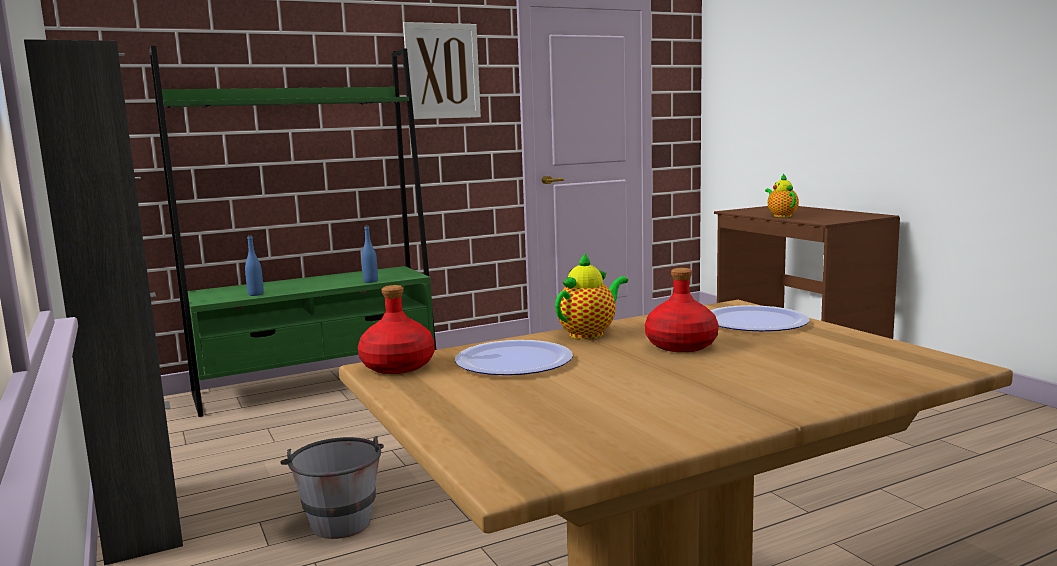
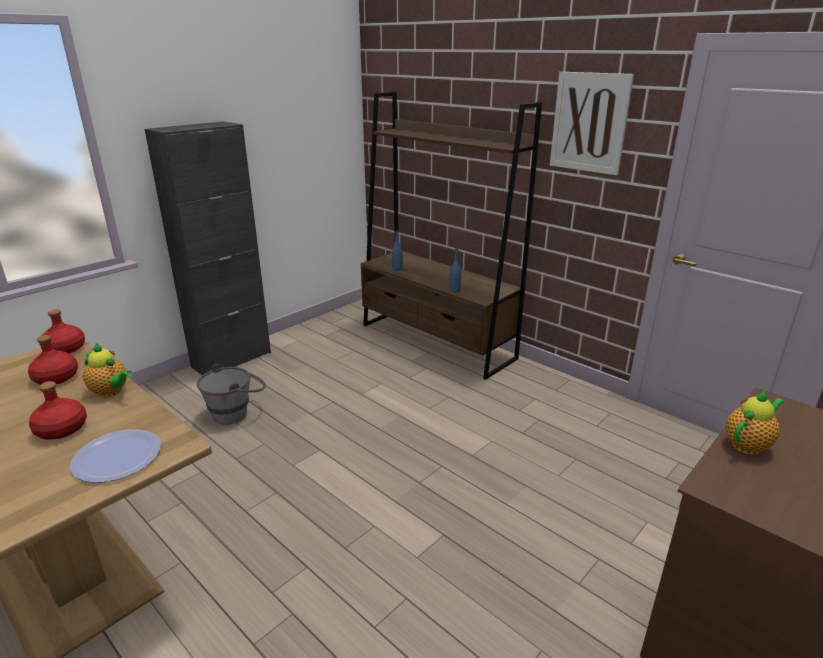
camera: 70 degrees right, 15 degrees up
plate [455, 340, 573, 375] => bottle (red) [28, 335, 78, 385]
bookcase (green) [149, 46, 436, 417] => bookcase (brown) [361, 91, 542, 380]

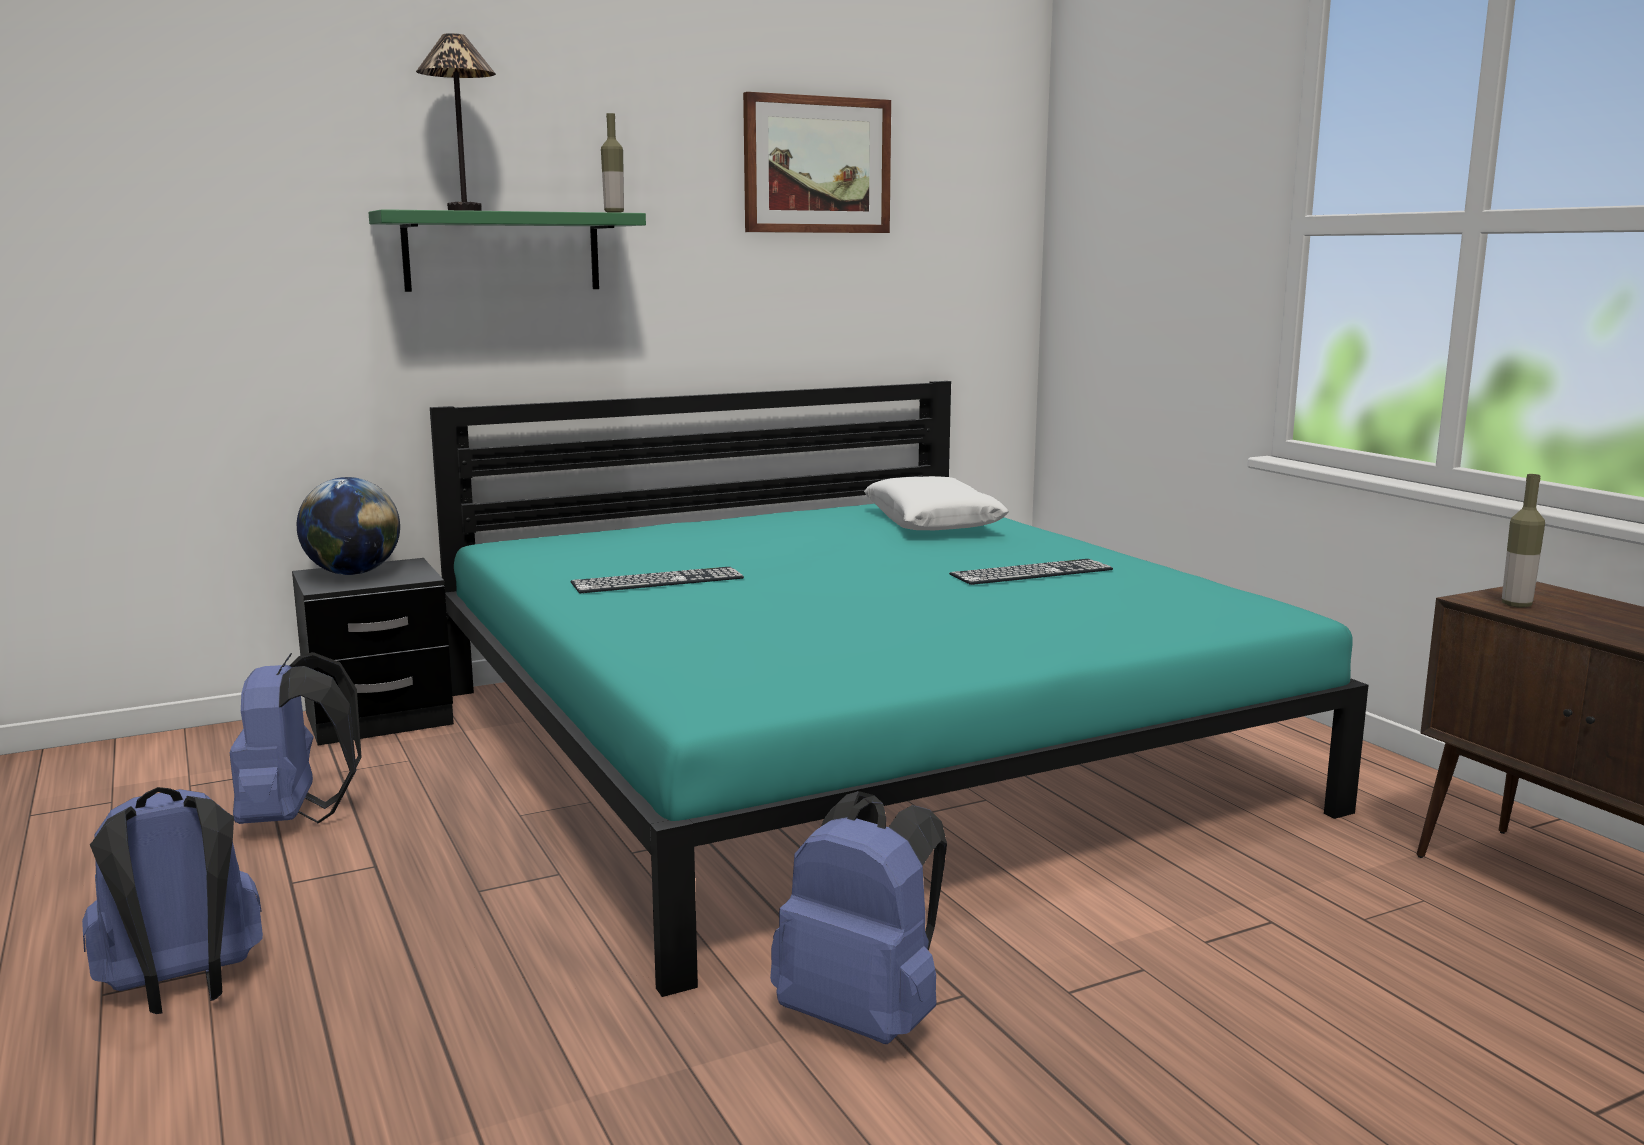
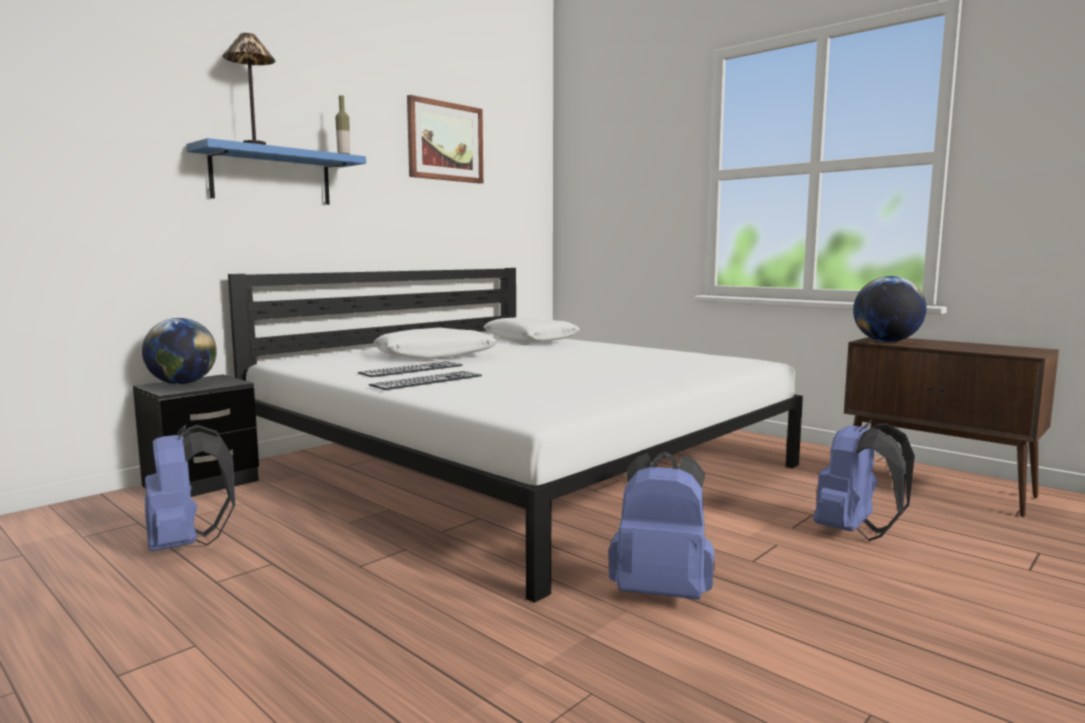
camera: 20 degrees left, 5 degrees down
shelf (green) [368, 209, 646, 292] => shelf (blue) [186, 138, 366, 205]
bed (turquoise) [430, 381, 1368, 997] => bed (white) [228, 268, 803, 603]
keyboard [949, 559, 1113, 585] => keyboard [369, 371, 482, 390], relocated
nothing => pillow (white) [374, 328, 497, 360]
backpack (blue) [82, 787, 263, 1014] => backpack (blue) [813, 420, 915, 541], relocated
bottle [1502, 474, 1545, 608] => globe [853, 276, 927, 342]

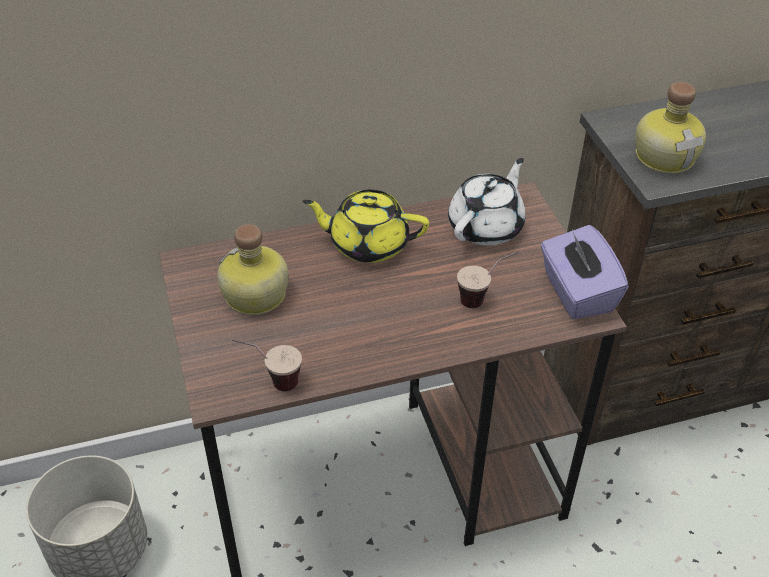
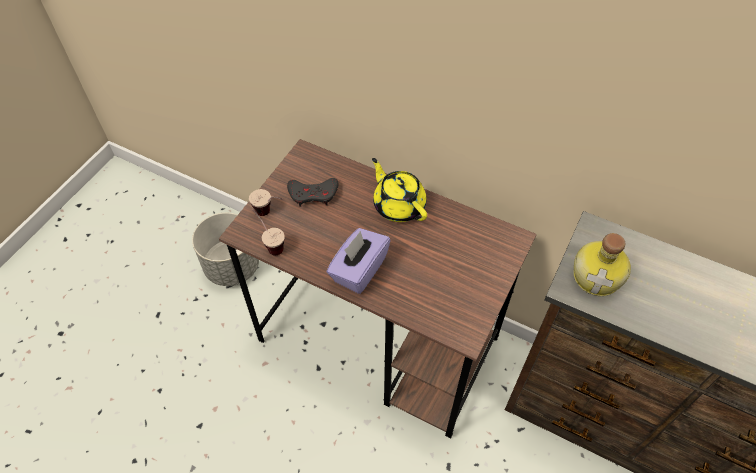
camera: 45 degrees right, 10 degrees up
cup [457, 251, 519, 308] => cup [249, 189, 283, 216], relocated
bottle [217, 224, 289, 315] => game controller (grey) [287, 178, 339, 207]
tissue box (purple) [541, 225, 629, 319] => tissue box (purple) [327, 228, 391, 294], relocated
teapot (white) [448, 158, 525, 245] => nothing

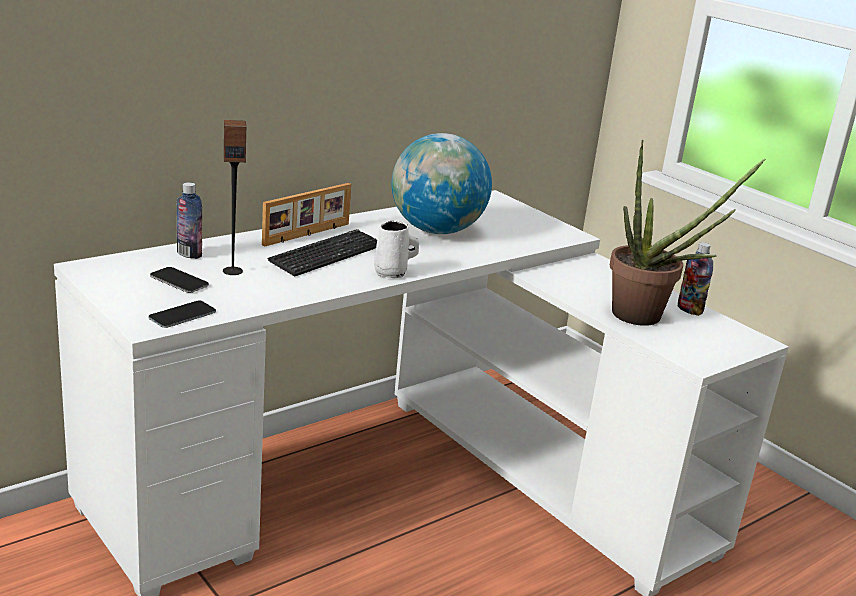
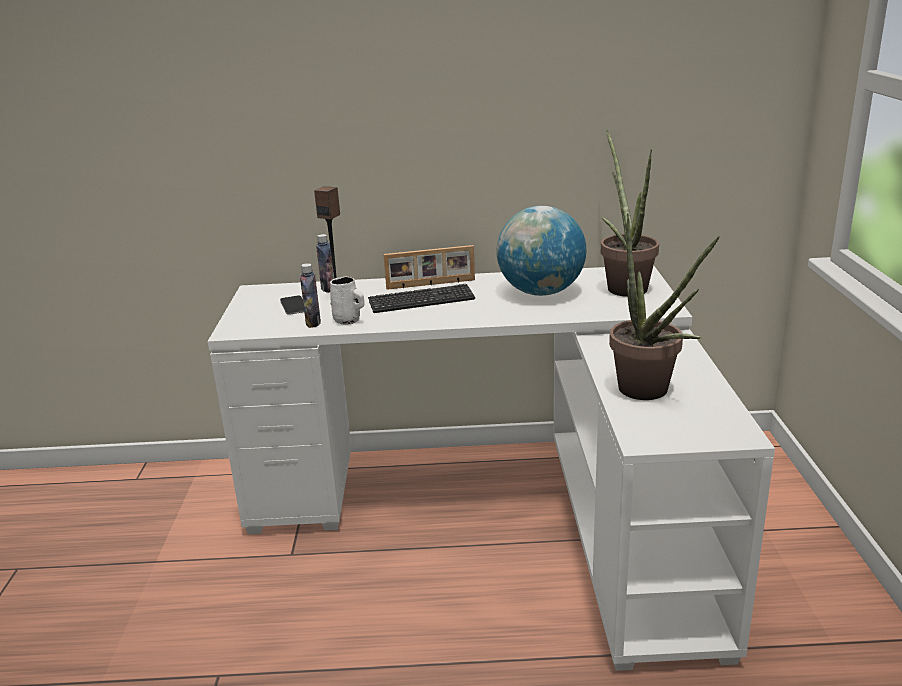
camera: 40 degrees right, 0 degrees up
bottle [678, 242, 713, 316] => bottle [300, 263, 321, 328], relocated
mug (white) [374, 221, 419, 278] => mug (white) [330, 276, 365, 325], relocated
nothing => potted plant [601, 130, 659, 297]
phone [149, 301, 216, 328] => nothing

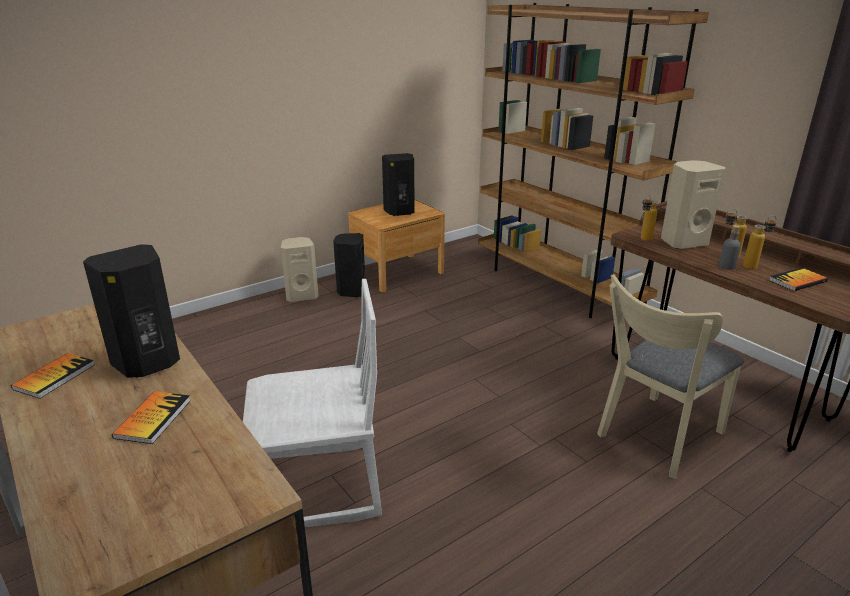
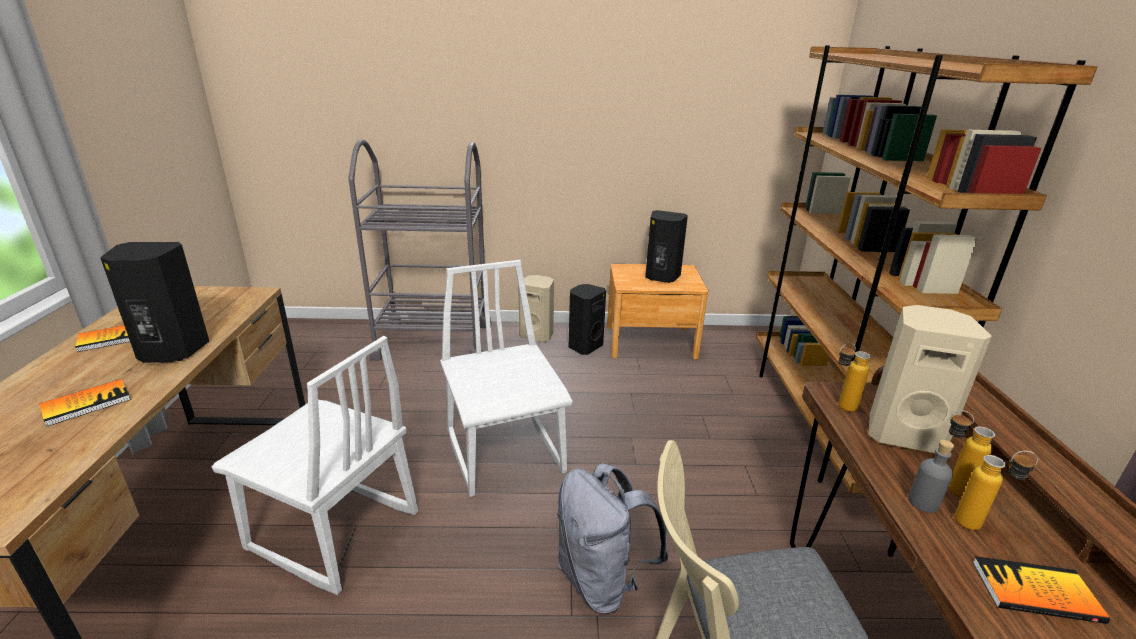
camera: 35 degrees right, 0 degrees up
nothing => cart (grey) [348, 140, 491, 361]
nothing => chair (white) [440, 260, 573, 497]
nothing => backpack (grey) [557, 463, 669, 614]

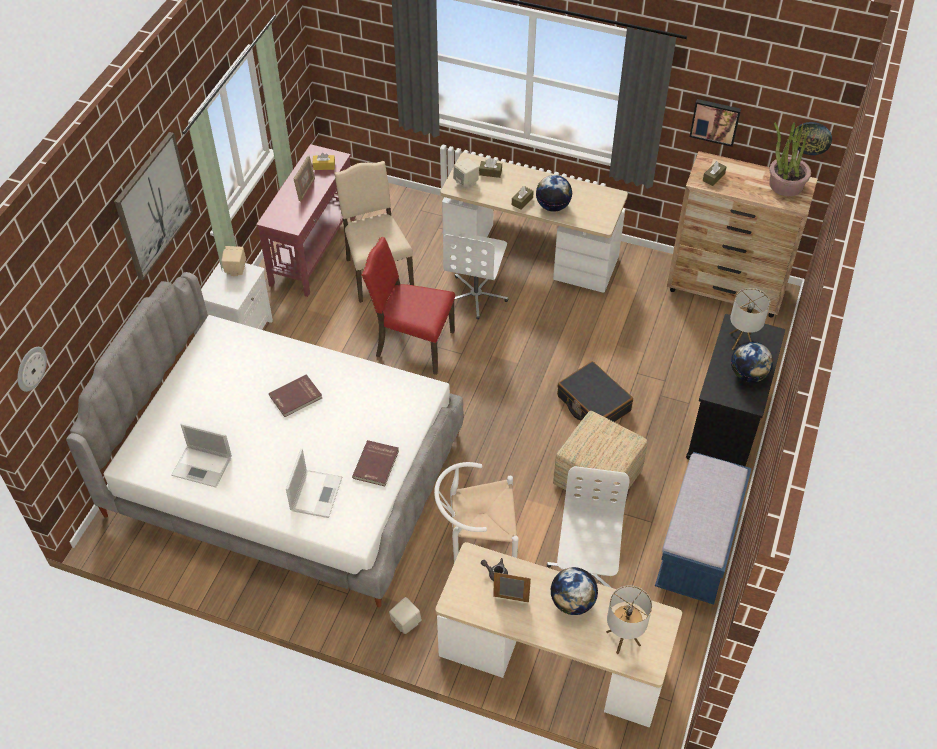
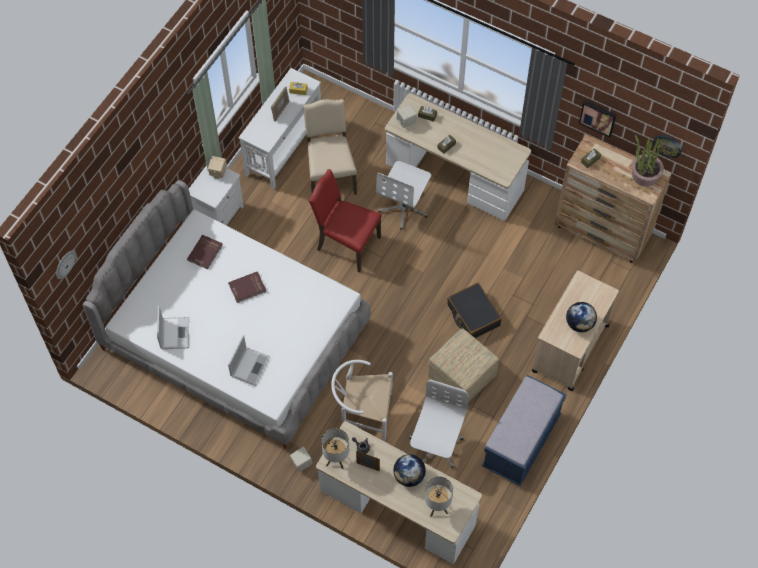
camera: 10 degrees right, 10 degrees up
laptop [171, 423, 232, 487] => laptop [157, 306, 189, 349], 120 degrees counterclockwise
book (red) [352, 440, 399, 486] => book (red) [187, 235, 223, 269], relocated
console table (red) [256, 144, 356, 297] => console table (white) [238, 68, 321, 190]
table lamp [729, 288, 770, 350] => table lamp [321, 428, 349, 469], relocated
cart (black) [686, 314, 785, 466] => cart (beige) [532, 270, 619, 391]
picture [114, 132, 193, 280] => nothing
globe [536, 175, 572, 212] => nothing

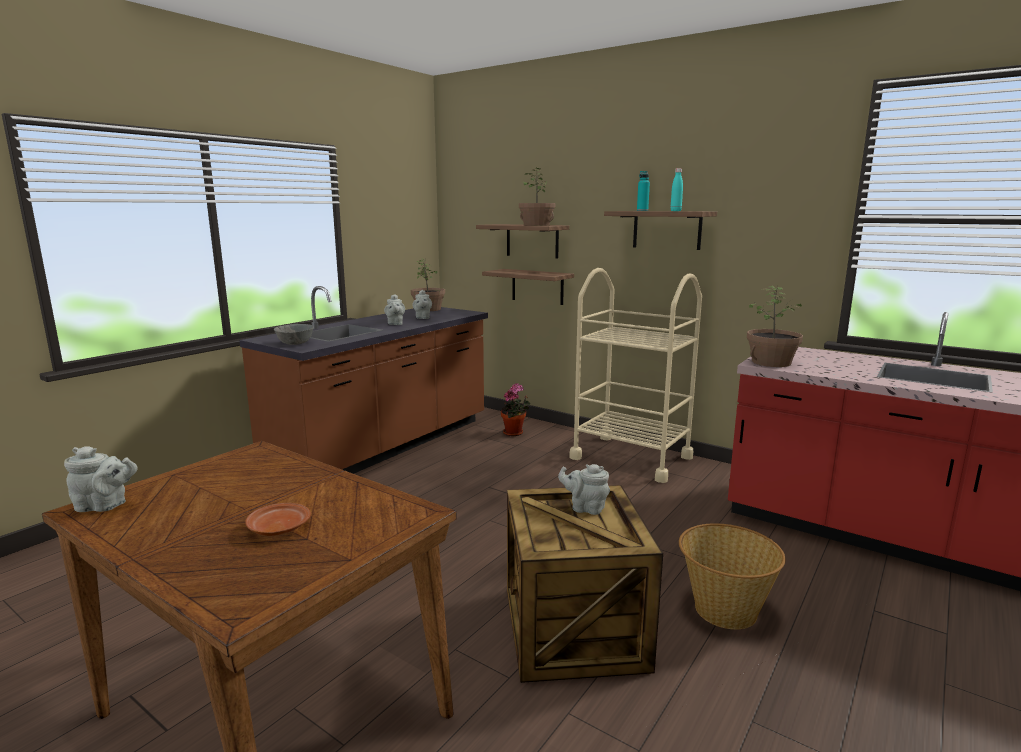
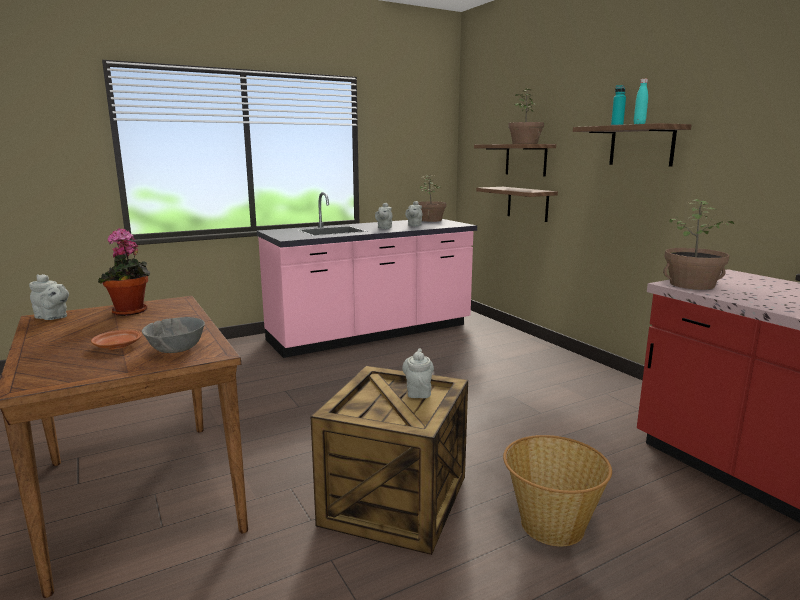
camera: 25 degrees right, 0 degrees up
potted plant [501, 383, 530, 436] => potted plant [98, 228, 151, 316], relocated
bowl (grey) [274, 324, 314, 345] => bowl (grey) [142, 317, 205, 353], relocated
counter (brown) [239, 286, 488, 474] => counter (pink) [257, 192, 477, 358]
teapot (grey) [558, 464, 610, 515] => teapot (grey) [402, 348, 434, 398], 45 degrees clockwise
cart (beige) [569, 268, 702, 483] => nothing

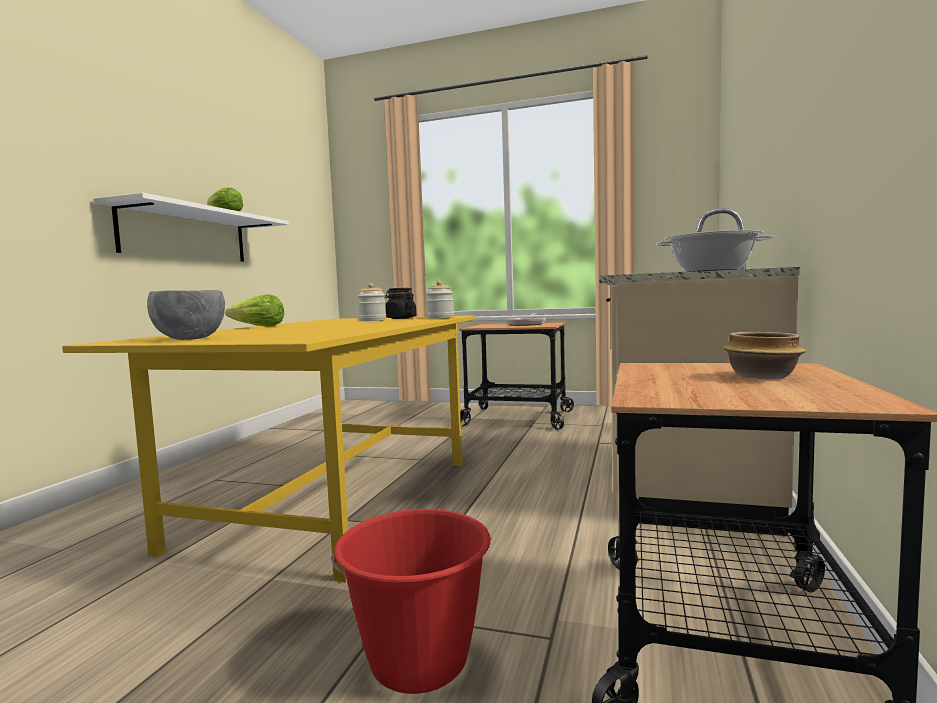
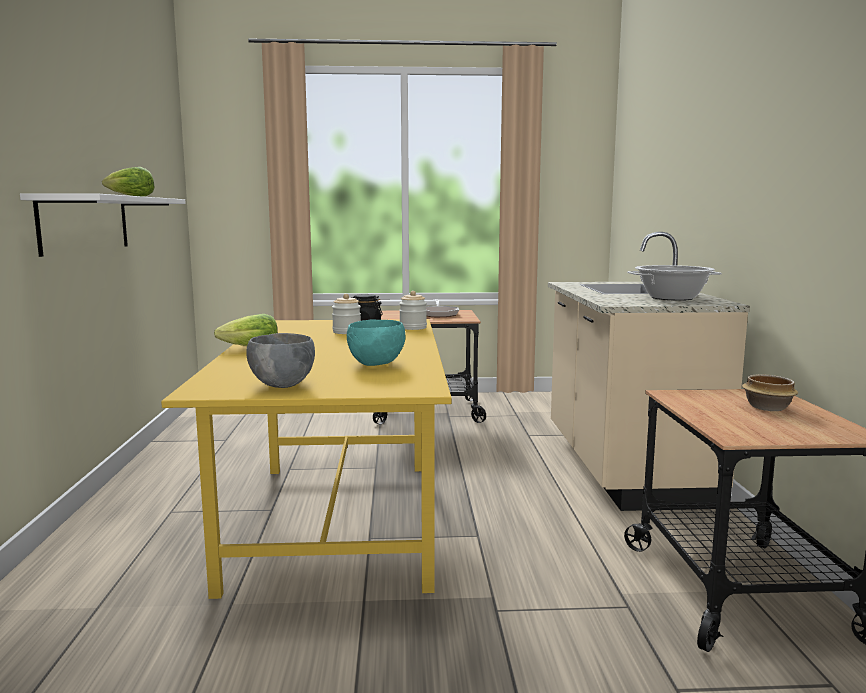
camera: 20 degrees left, 5 degrees up
nothing => bowl (turquoise) [347, 320, 405, 366]
bucket (red) [331, 509, 492, 694] => nothing

